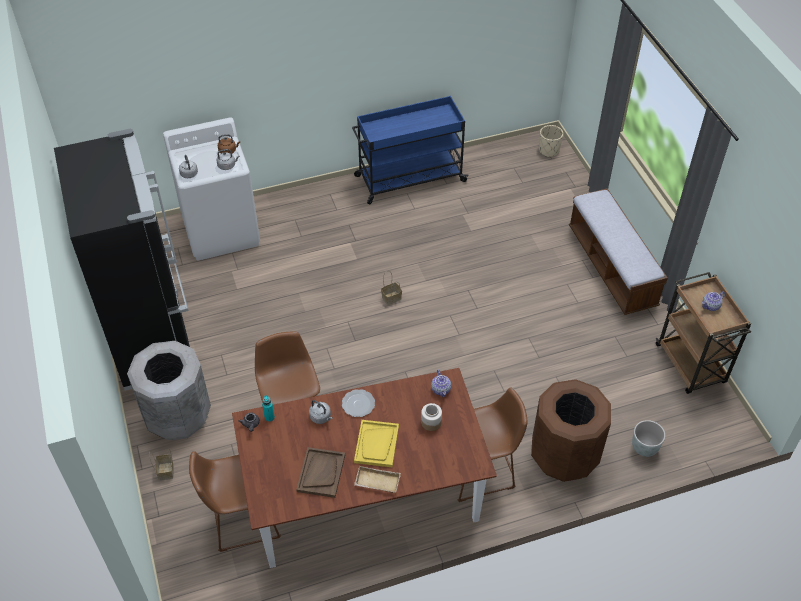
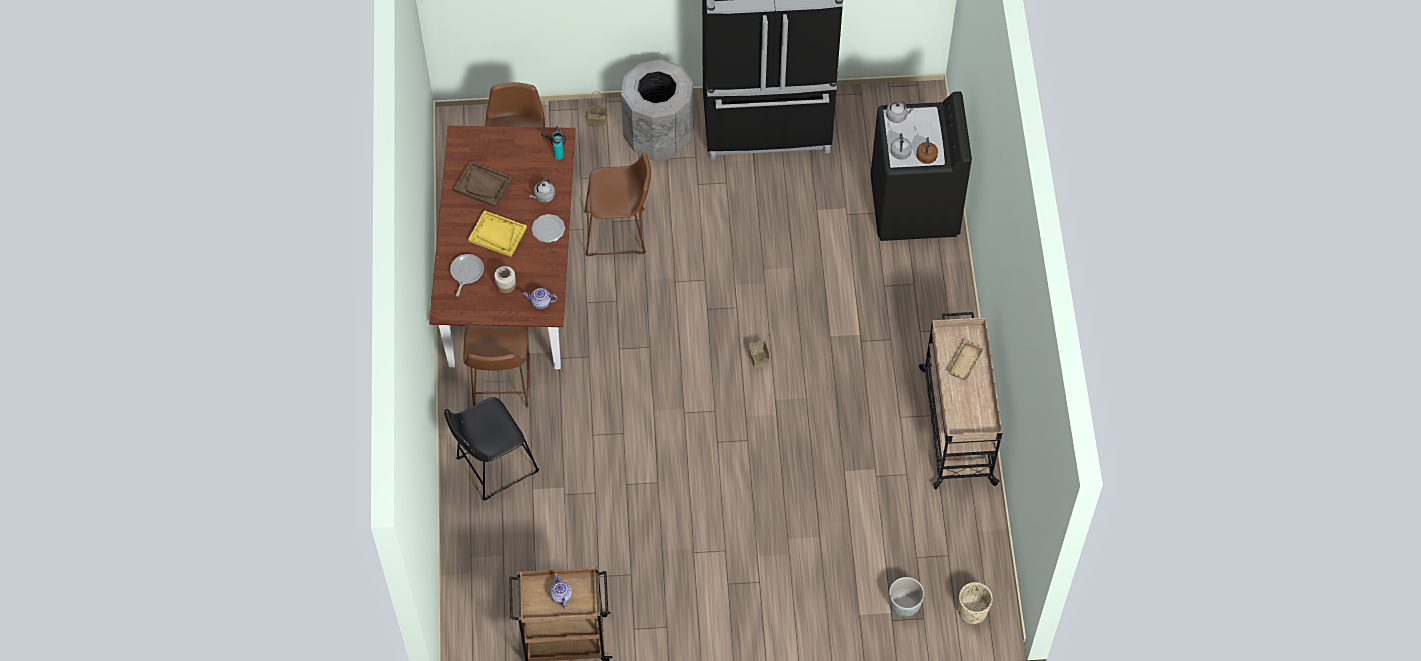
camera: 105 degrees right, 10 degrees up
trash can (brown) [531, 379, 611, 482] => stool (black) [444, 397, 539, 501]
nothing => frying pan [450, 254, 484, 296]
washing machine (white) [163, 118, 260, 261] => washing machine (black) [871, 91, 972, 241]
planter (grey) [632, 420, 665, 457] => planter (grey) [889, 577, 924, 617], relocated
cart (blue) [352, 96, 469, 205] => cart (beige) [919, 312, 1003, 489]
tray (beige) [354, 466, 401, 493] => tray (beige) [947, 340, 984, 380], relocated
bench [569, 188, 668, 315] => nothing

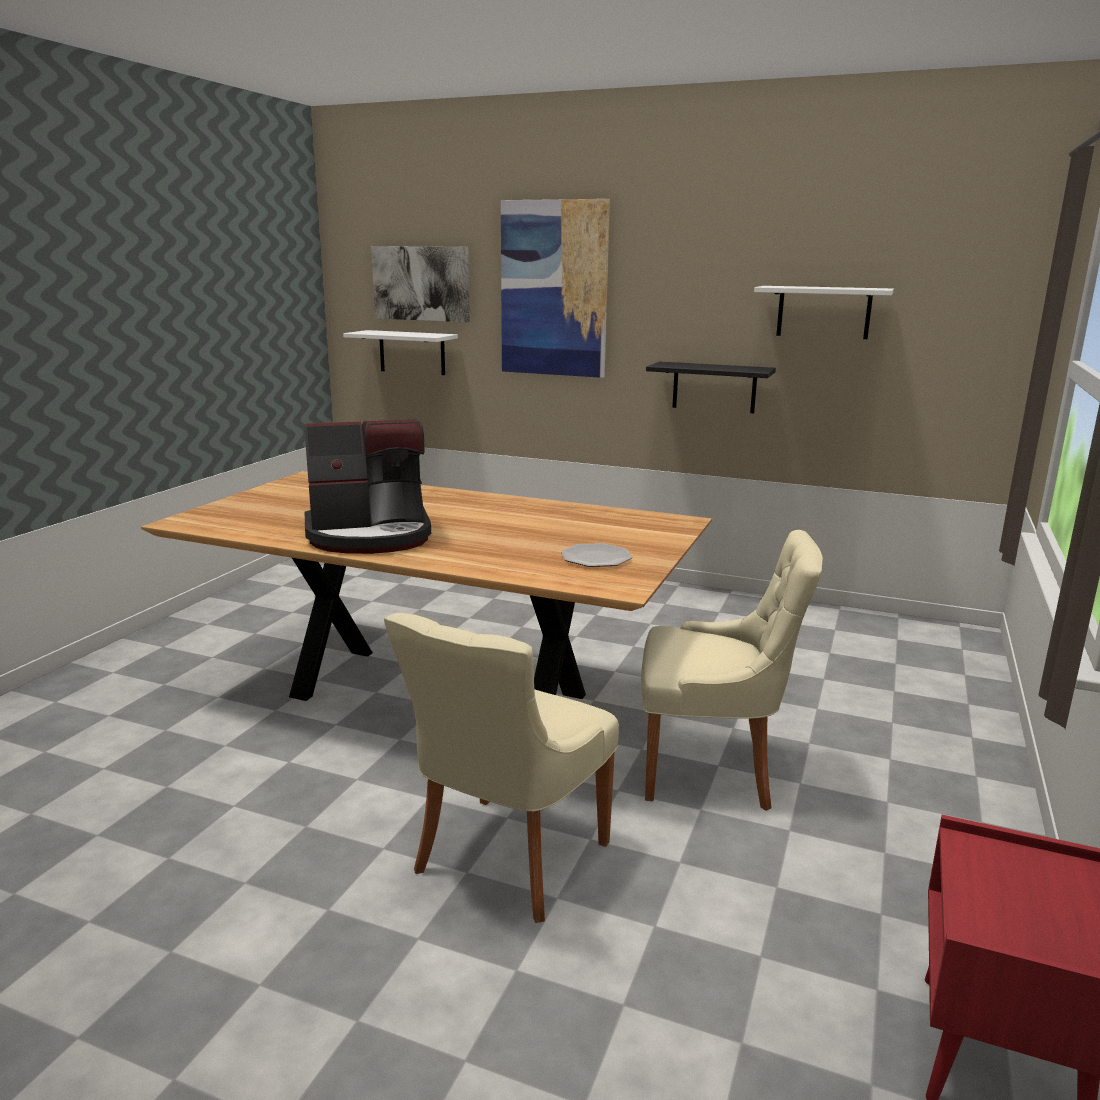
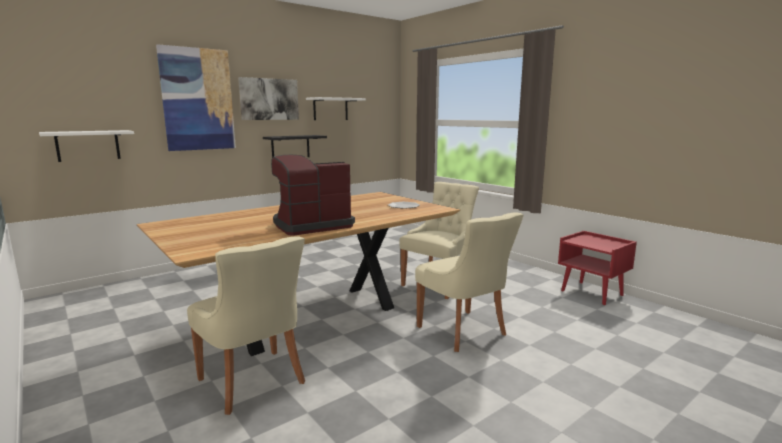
camera: 60 degrees left, 5 degrees down
nothing => chair (beige) [187, 236, 305, 415]
picture [371, 246, 470, 322] => picture [238, 77, 299, 120], relocated
coffee machine [304, 419, 431, 554] => coffee machine [271, 155, 355, 236], 135 degrees counterclockwise

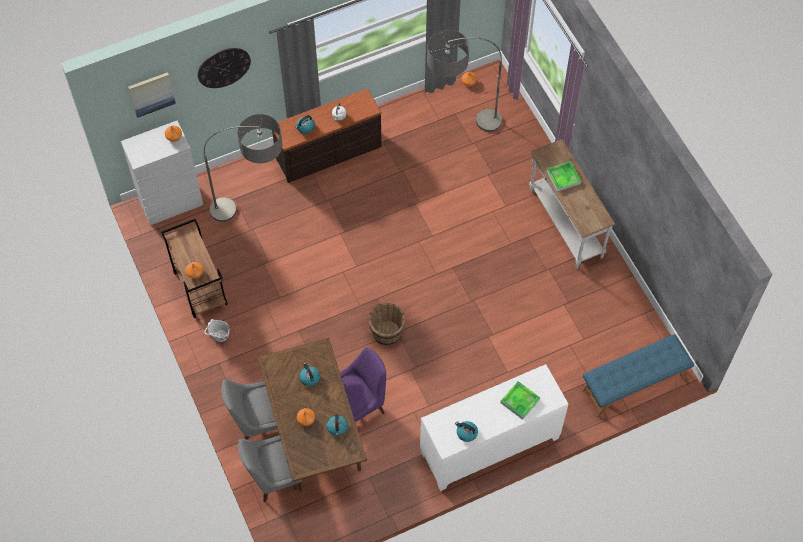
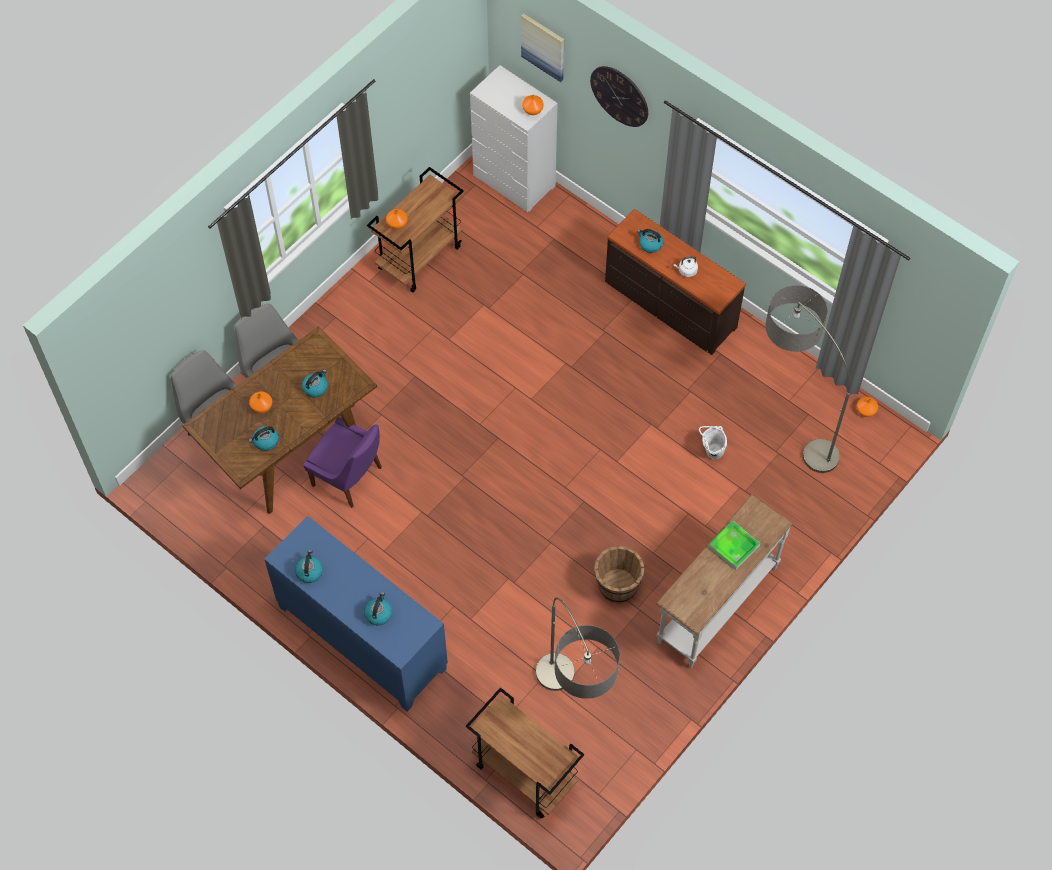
camera: 65 degrees right, 0 degrees up
cabinet (white) [420, 364, 568, 491] => cabinet (blue) [264, 516, 448, 712]
tray [501, 381, 540, 420] => kettle [364, 592, 392, 625]
bench (blue) [582, 334, 694, 418] => cart (brown) [466, 687, 584, 819]
floor lamp [204, 114, 282, 222] => floor lamp [536, 598, 620, 699], relocated
bucket (brown) [368, 303, 406, 346] => bucket (brown) [594, 546, 645, 603], relocated
bucket (white) [205, 319, 229, 342] => bucket (white) [699, 426, 727, 459], relocated

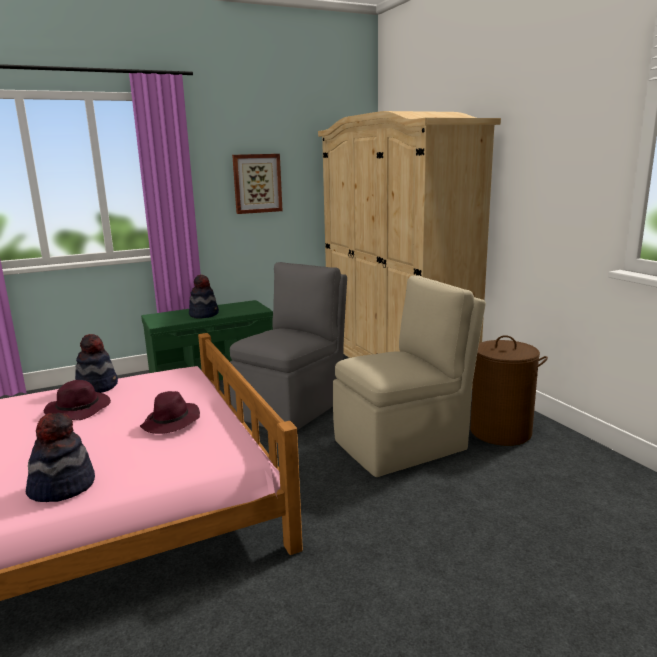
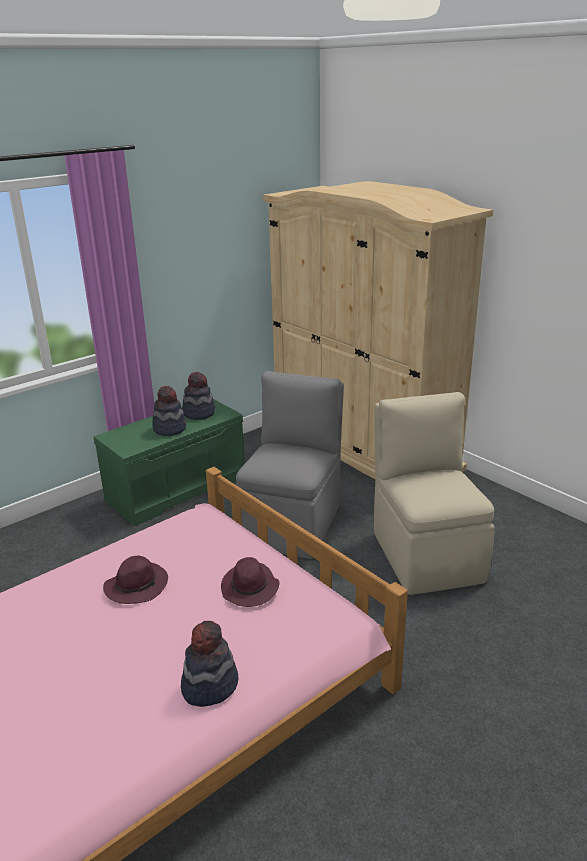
camera: 15 degrees left, 10 degrees up
hat [75, 334, 118, 393] => hat [182, 372, 215, 420], relocated
chair (beige) [333, 275, 486, 477] => chair (beige) [374, 392, 495, 595], 60 degrees counterclockwise
picture [232, 154, 283, 214] => nothing
laundry basket (brown) [470, 335, 548, 446] => nothing

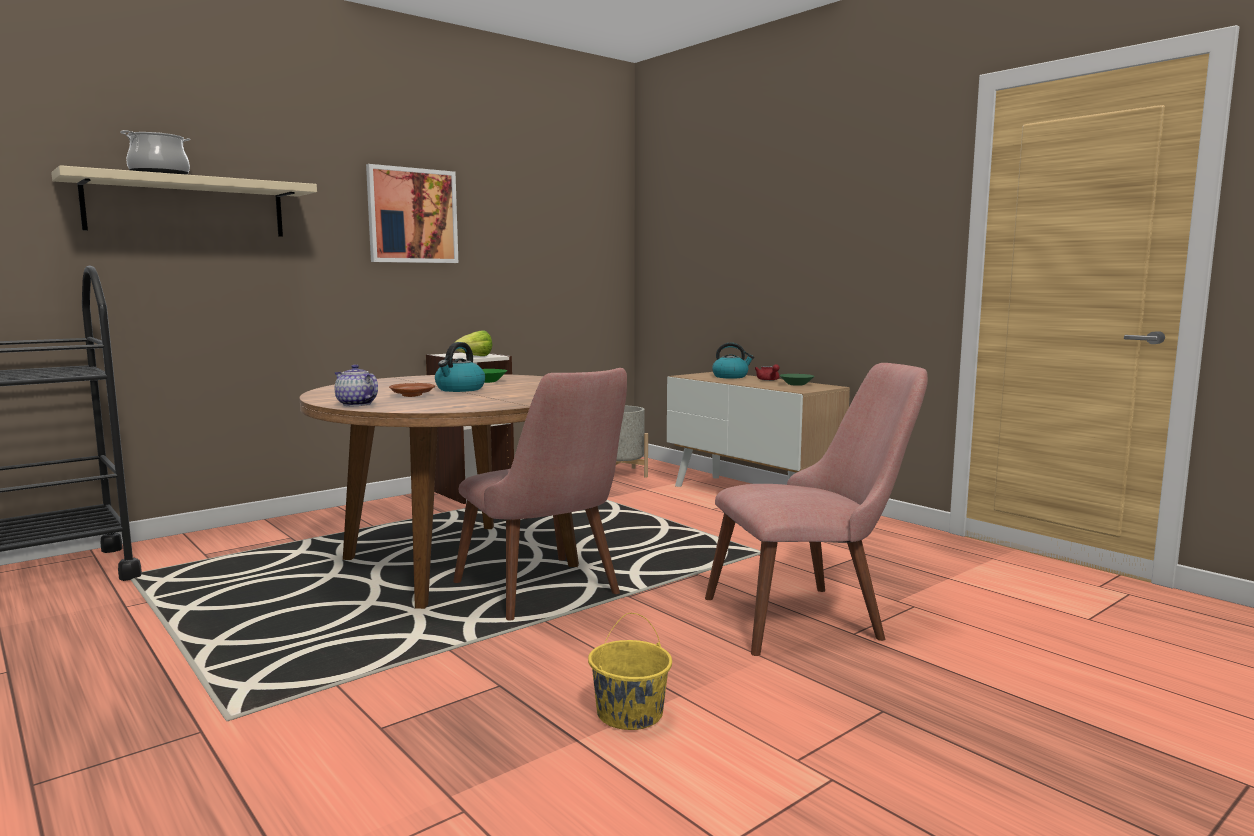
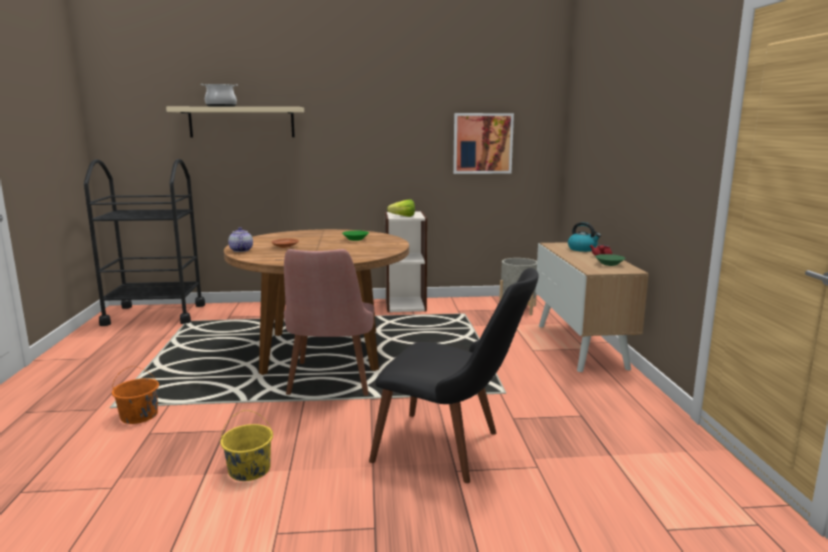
camera: 35 degrees right, 5 degrees up
nothing => bucket (orange) [112, 366, 159, 424]
chair (pink) [705, 363, 928, 656] => chair (black) [369, 268, 539, 483]
picture [366, 164, 458, 263] => picture [453, 113, 514, 174], relocated
kettle [435, 342, 485, 392] => nothing

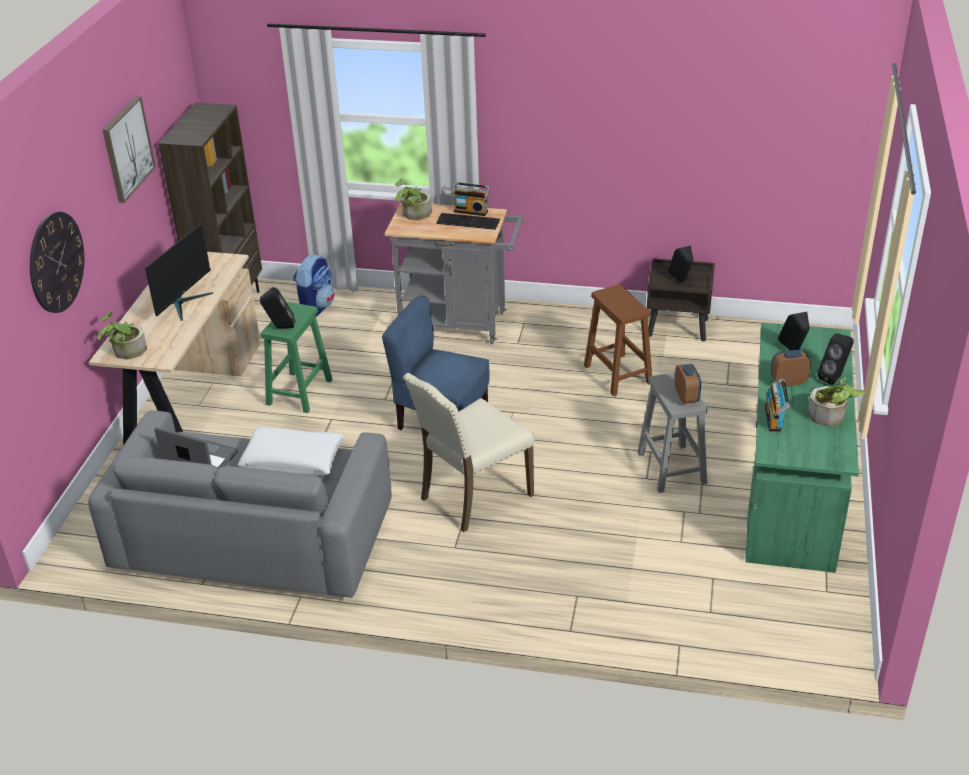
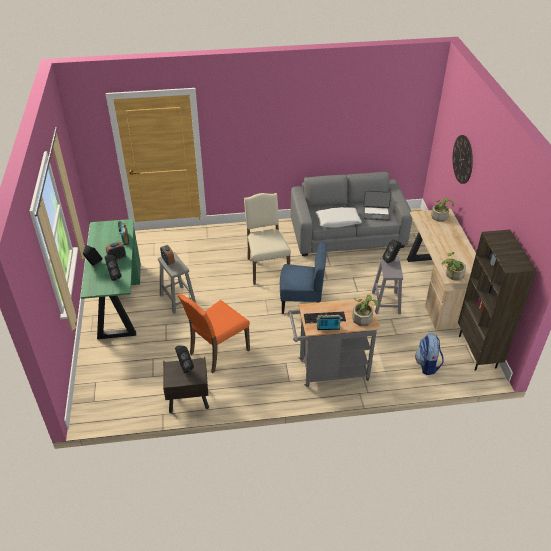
camera: 160 degrees right, 5 degrees up
stool (brown) [584, 284, 652, 396] => chair (orange) [178, 293, 250, 373]
chair (beige) [403, 373, 535, 532] => chair (beige) [244, 193, 291, 285], 45 degrees counterclockwise
stool (green) [260, 302, 333, 413] => stool (grey) [372, 256, 403, 314]
potted plant [807, 377, 865, 426] => potted plant [442, 252, 466, 281], relocated
picture [103, 96, 156, 203] => nothing
monitor [145, 223, 213, 321] => nothing

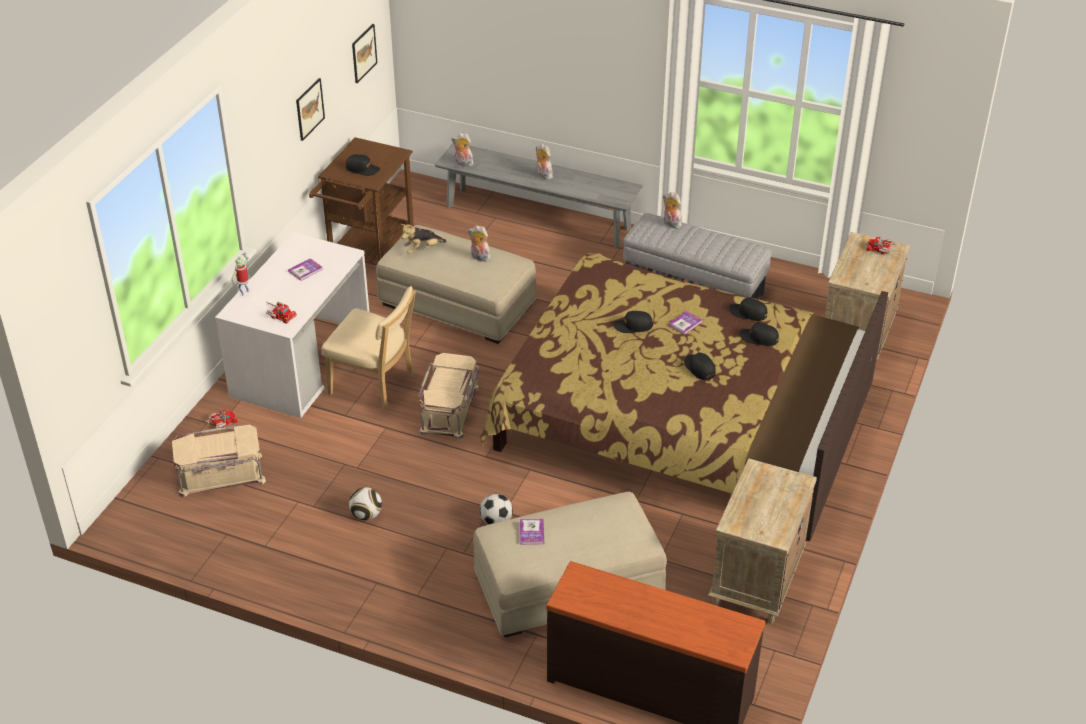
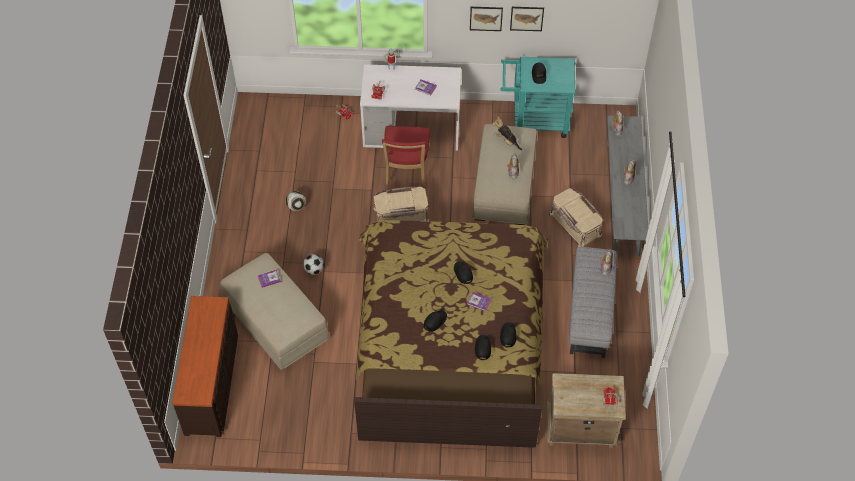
camera: 70 degrees right, 15 degrees up
chair (beige) [322, 286, 416, 410] => chair (red) [382, 126, 430, 186]
picture [352, 24, 377, 83] => picture [470, 7, 503, 31], relocated
cart (brown) [309, 137, 414, 265] => cart (turquoise) [501, 57, 577, 138]
storage box (beige) [172, 425, 266, 498] => storage box (beige) [549, 188, 603, 247], relocated
nightstand (beige) [708, 458, 817, 624] => nothing

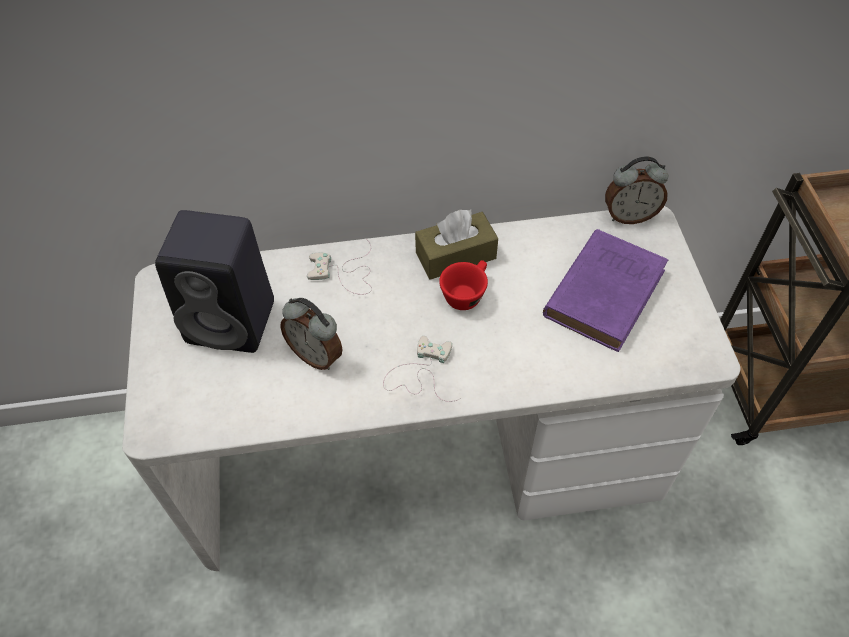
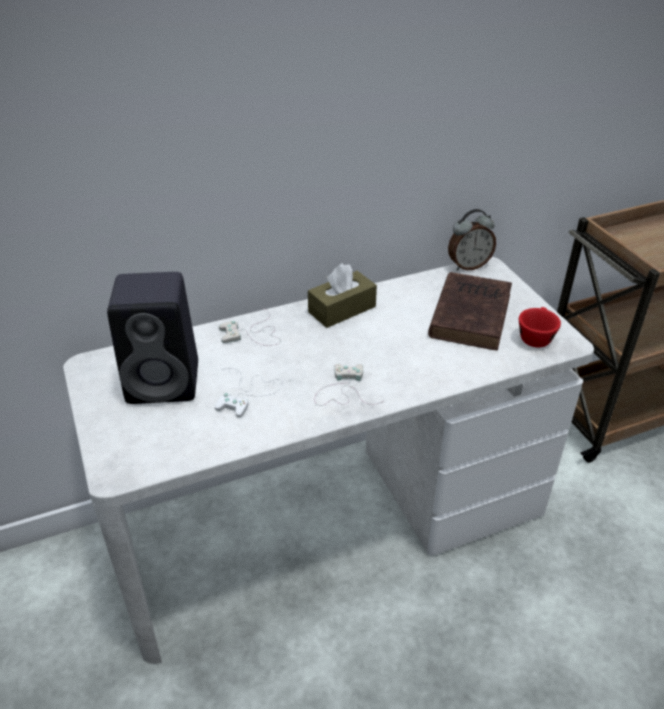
camera: 15 degrees left, 15 degrees down
alarm clock [280, 298, 343, 370] => game controller (white) [215, 368, 284, 417]
book (purple) [543, 229, 668, 352] => book (brown) [428, 272, 512, 350]
cup (red) [439, 260, 488, 310] => cup (red) [519, 307, 561, 347], relocated

